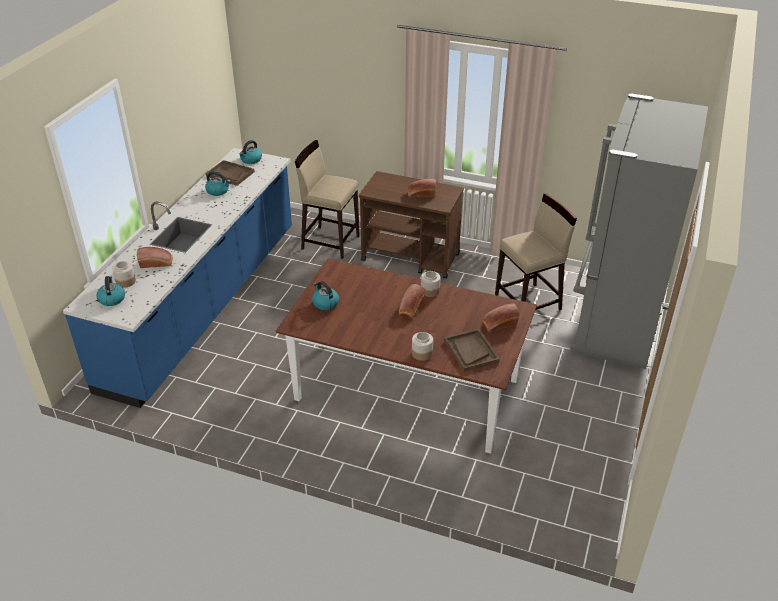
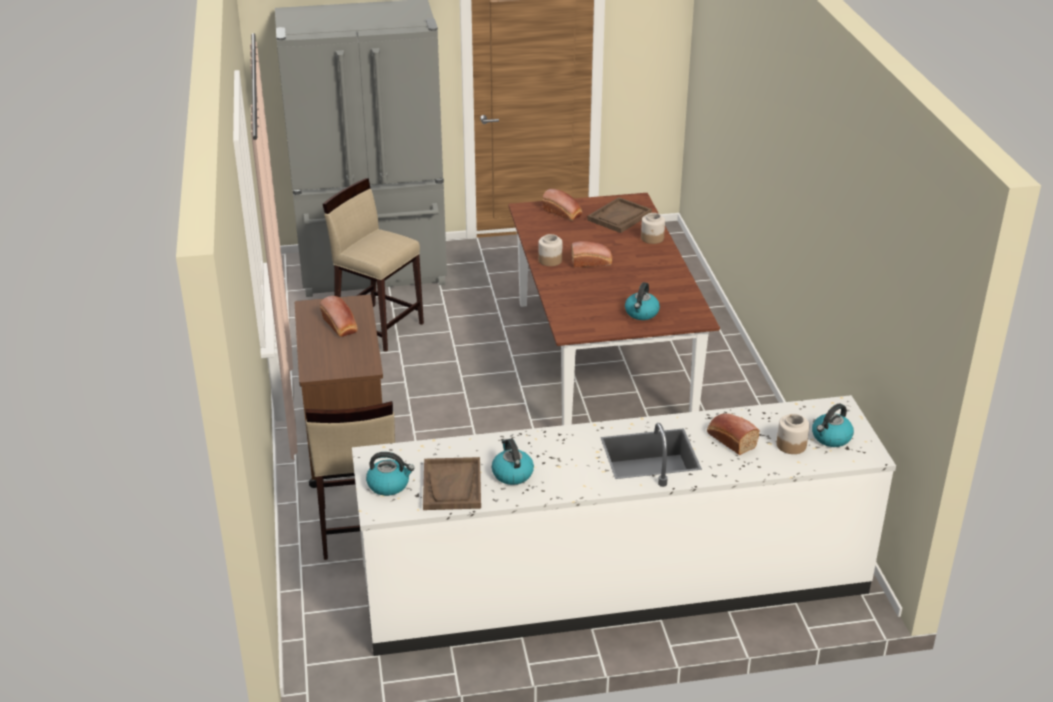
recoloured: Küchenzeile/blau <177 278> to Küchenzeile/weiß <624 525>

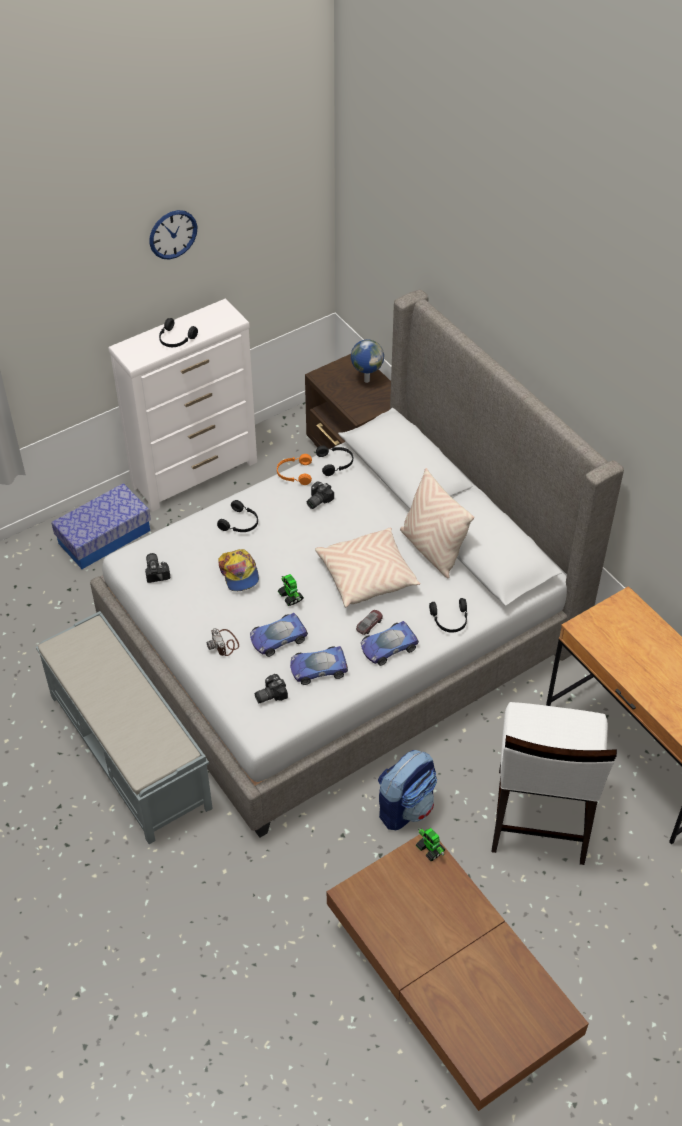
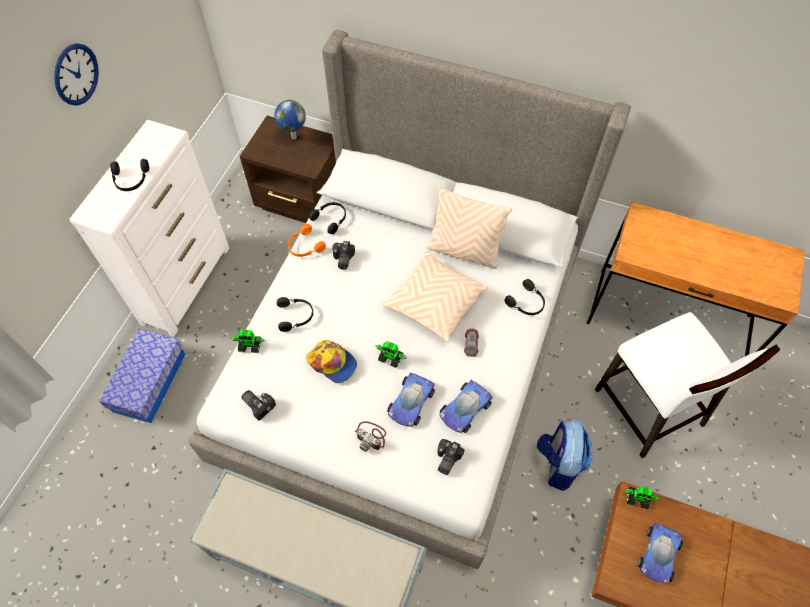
added: Spielzeugroboter <248 341>
moved: Spielzeugauto <390 643> to <660 553>

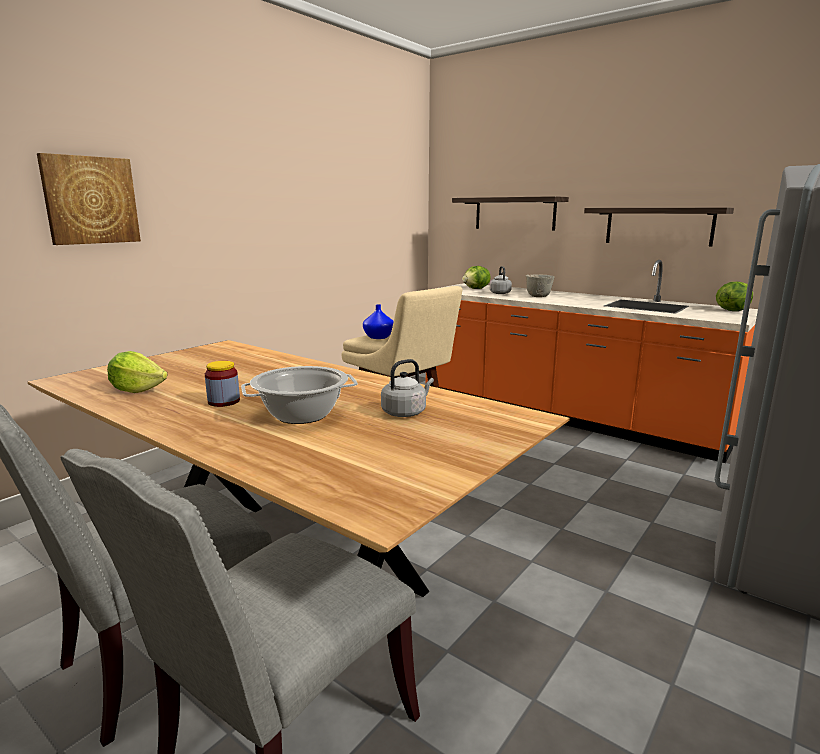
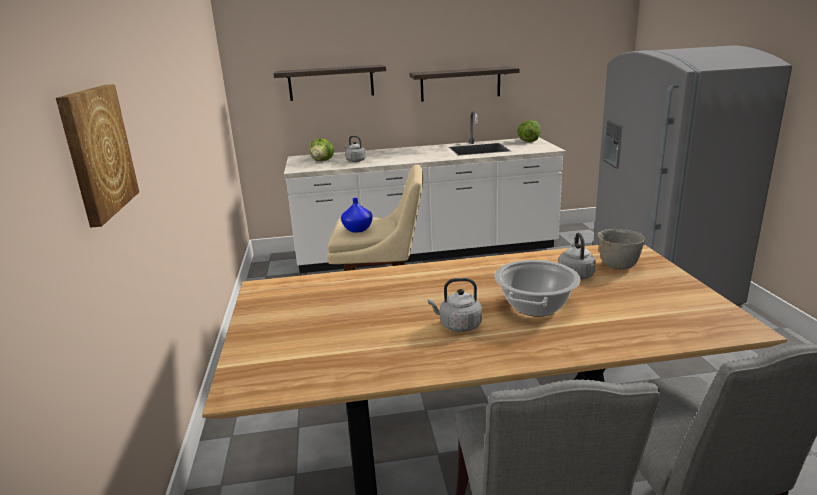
removed: Salatkopf <137 372>
moved: Schüssel/grau <540 285> to <621 249>
replaced: Vorratsglas <222 384> to Wasserkessel/grau <455 305>
recoloured: Küchenzeile/orange <592 361> to Küchenzeile/weiß <425 192>

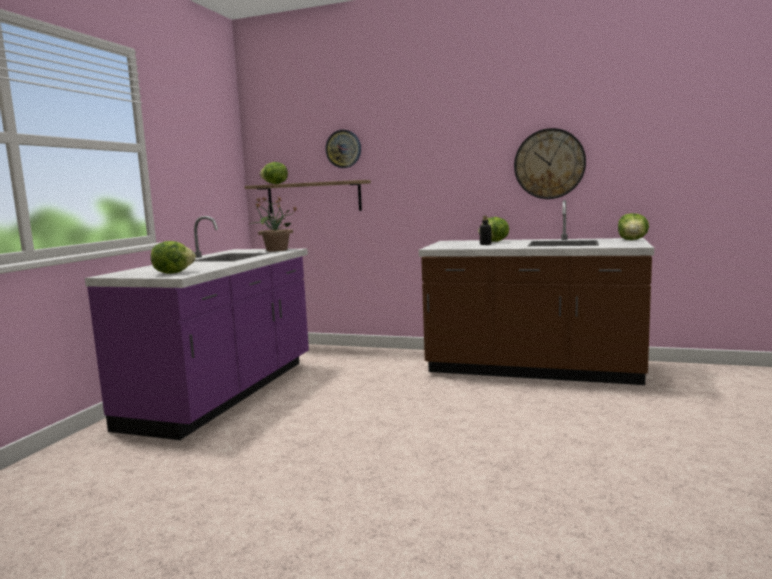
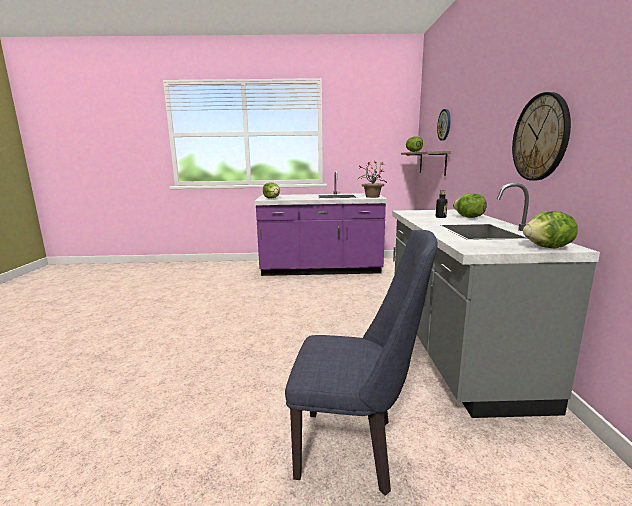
added: Stuhl/blau <361 363>
recoloured: Küchenzeile/braun <536 292> to Küchenzeile/grau <496 300>

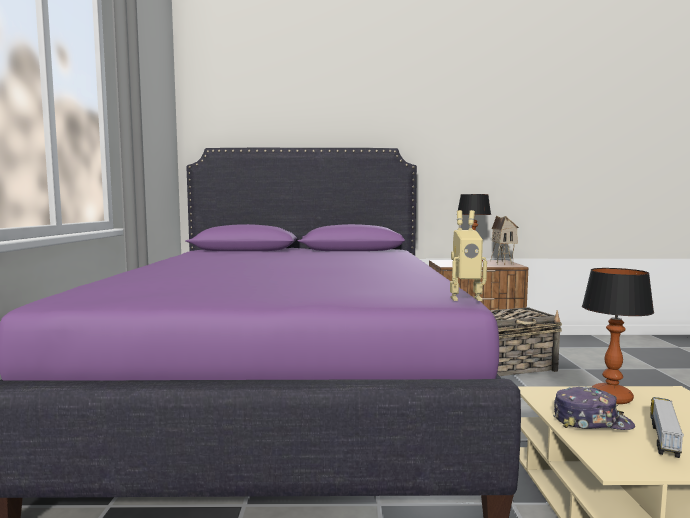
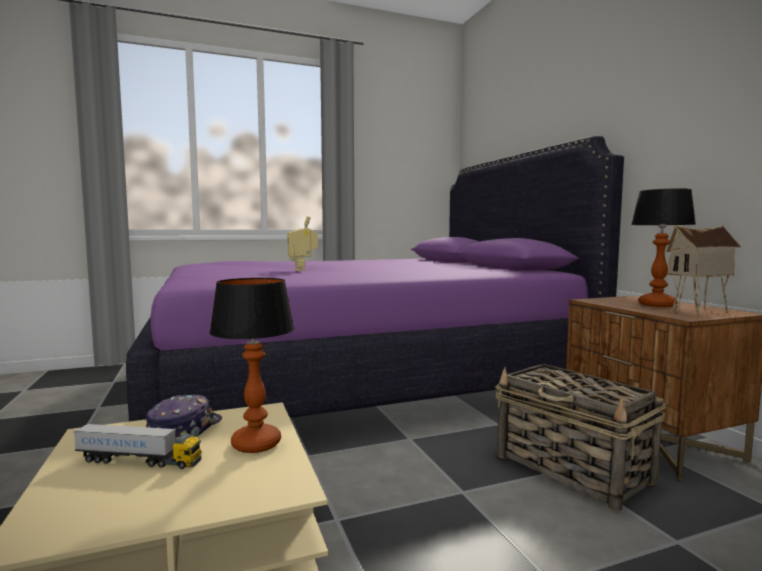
moved: Spielzeugroboter <468 255> to <302 243>
turned: Kappe <594 408> = <184 416> 150 degrees counterclockwise

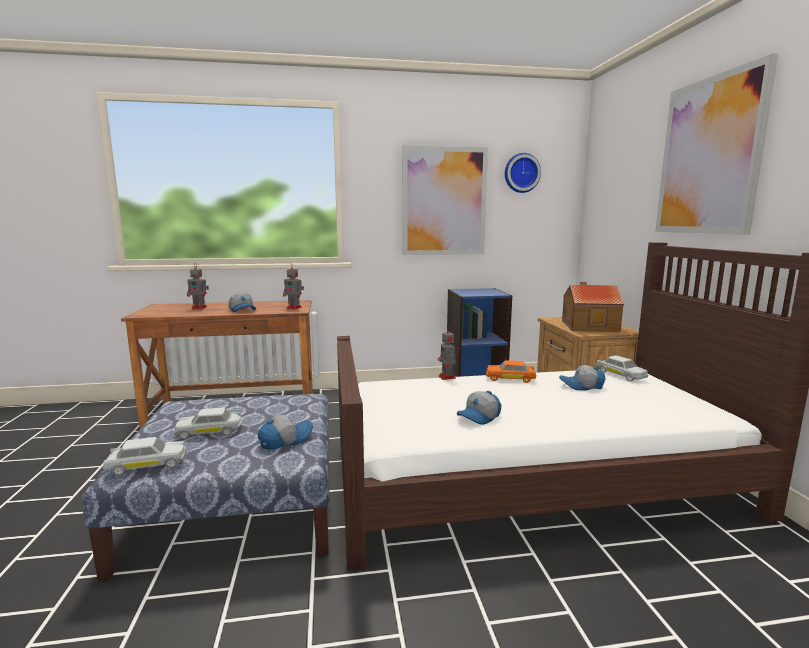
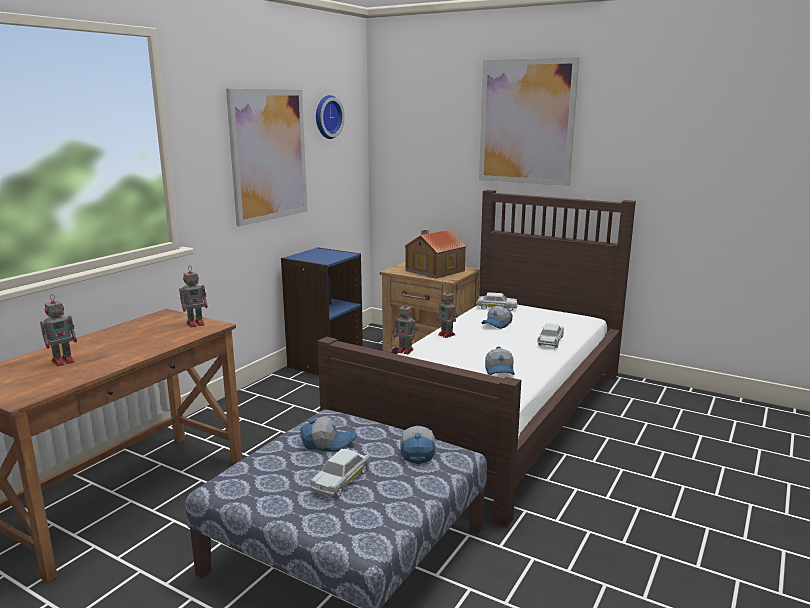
moved: Kappe <242 302> to <328 434>; Spielzeugauto/weiß <144 456> to <550 336>
replaced: Spielzeugauto/orange <511 371> to Spielzeugroboter <447 314>

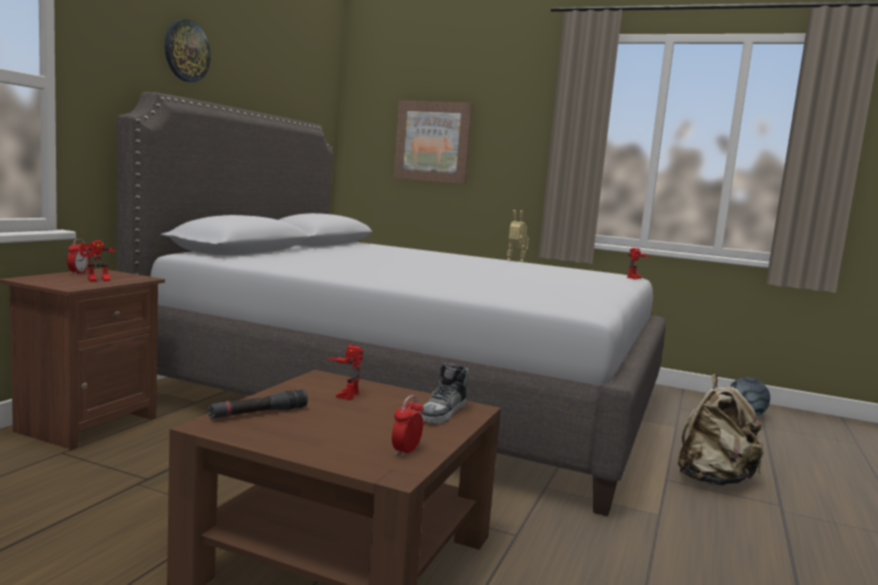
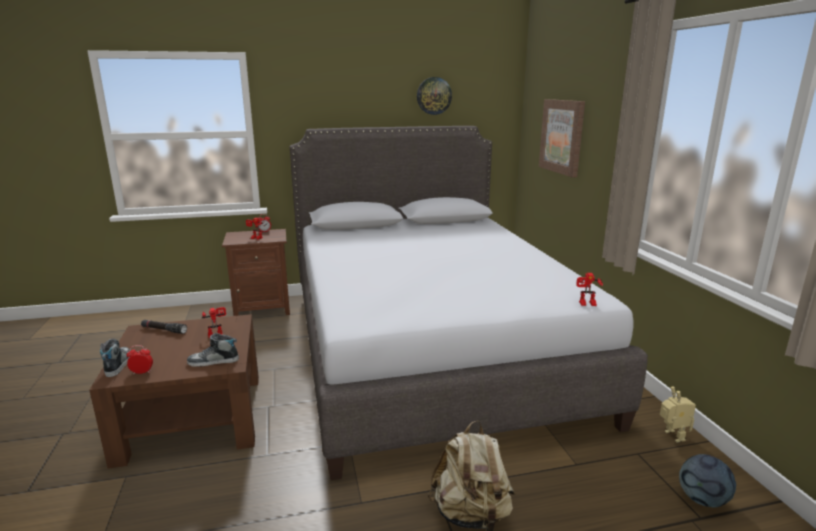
added: Schuh <115 358>
moved: Wanduhr <188 50> to <434 96>; Spielzeugroboter <518 236> to <678 414>

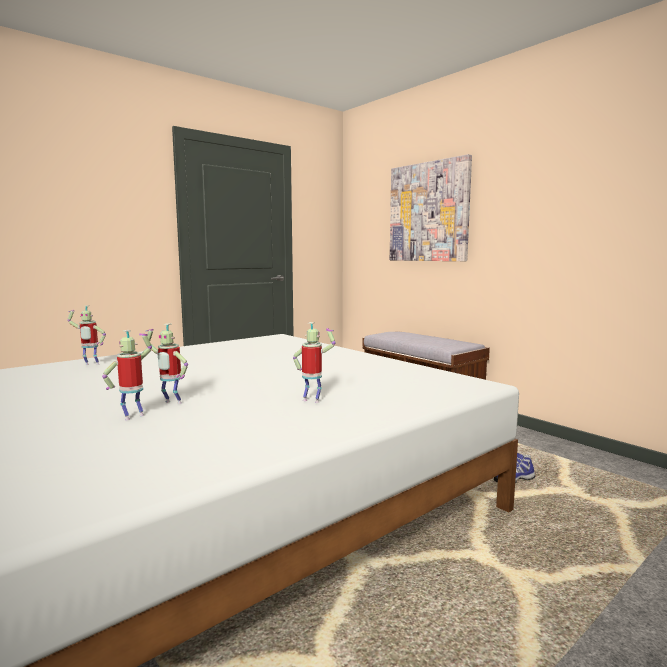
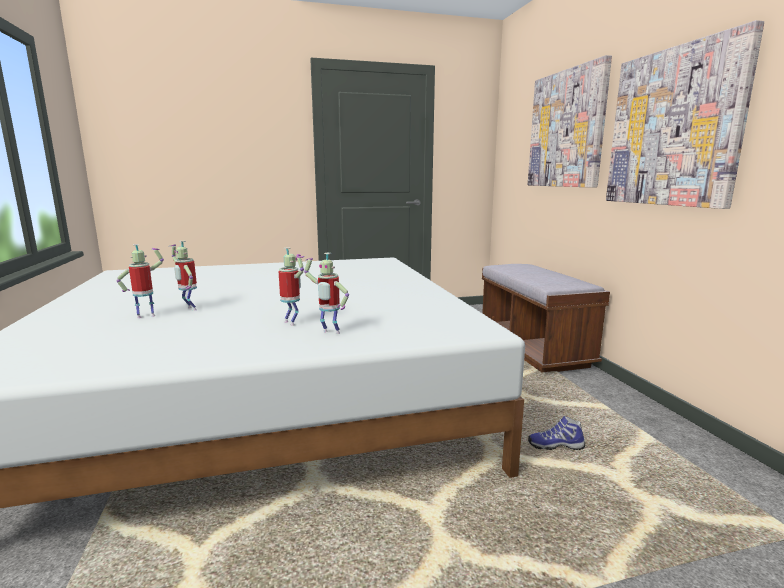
added: Bild <685 114>
moved: Spielzeugroboter <86 335> to <326 293>

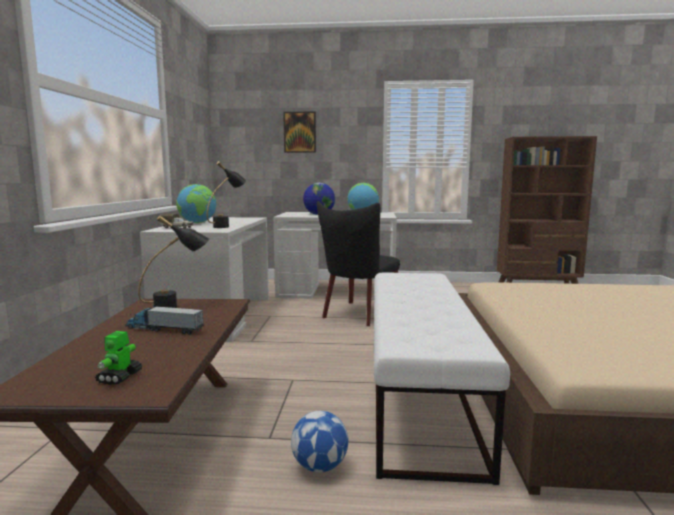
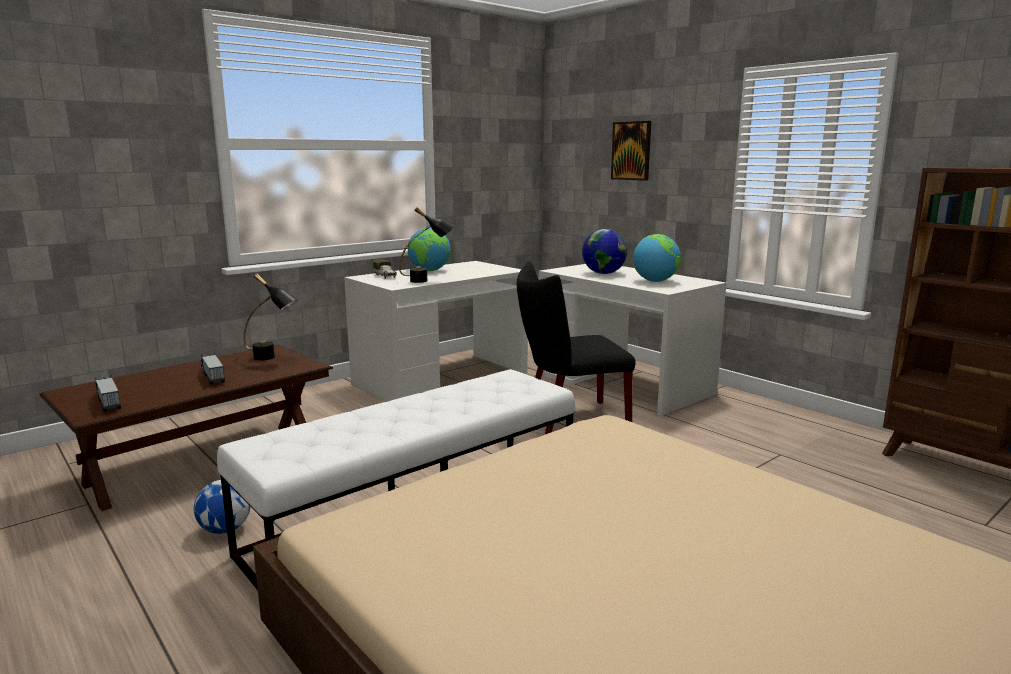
replaced: Spielzeugroboter <119 358> to Spielzeuglaster <108 393>

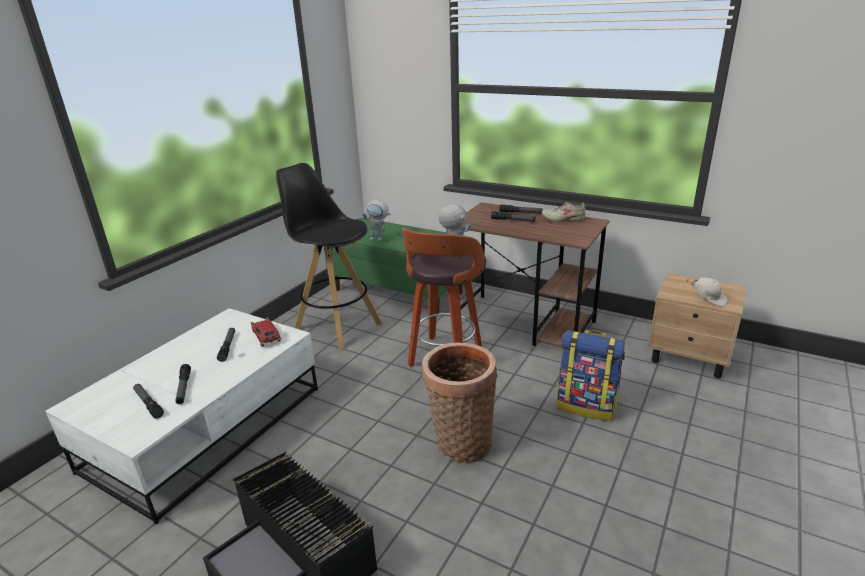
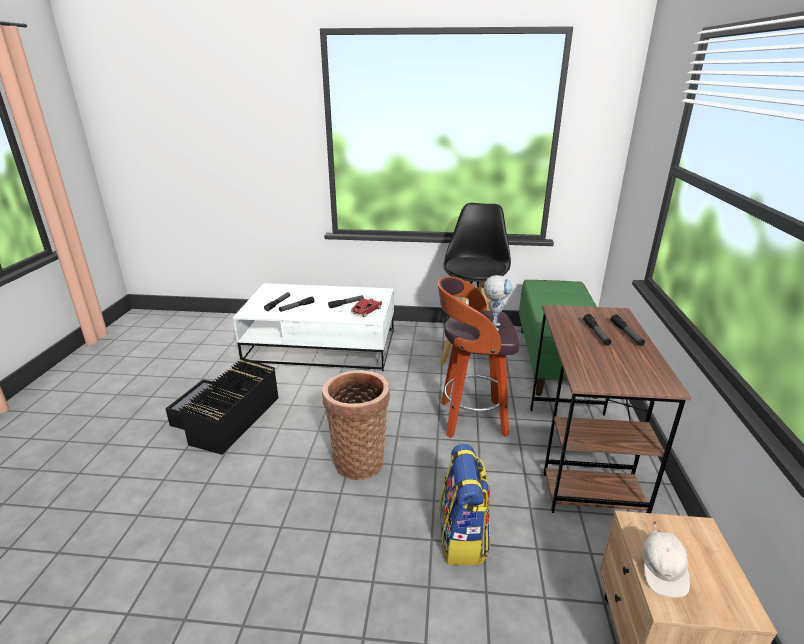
removed: Spielzeugroboter <376 220>; Schuh/beige <563 212>

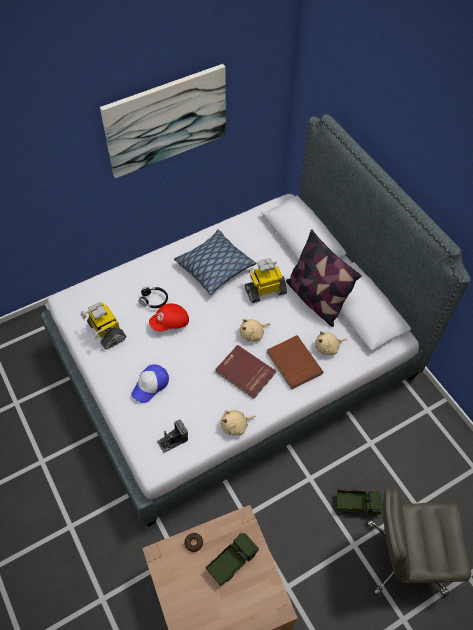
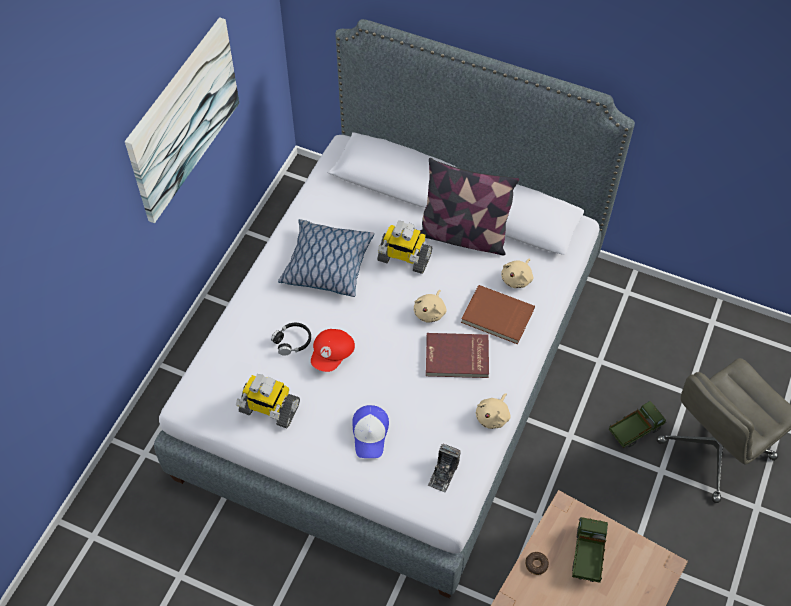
turned: Spielzeugroboter <266 280> = <404 247> 105 degrees counterclockwise

